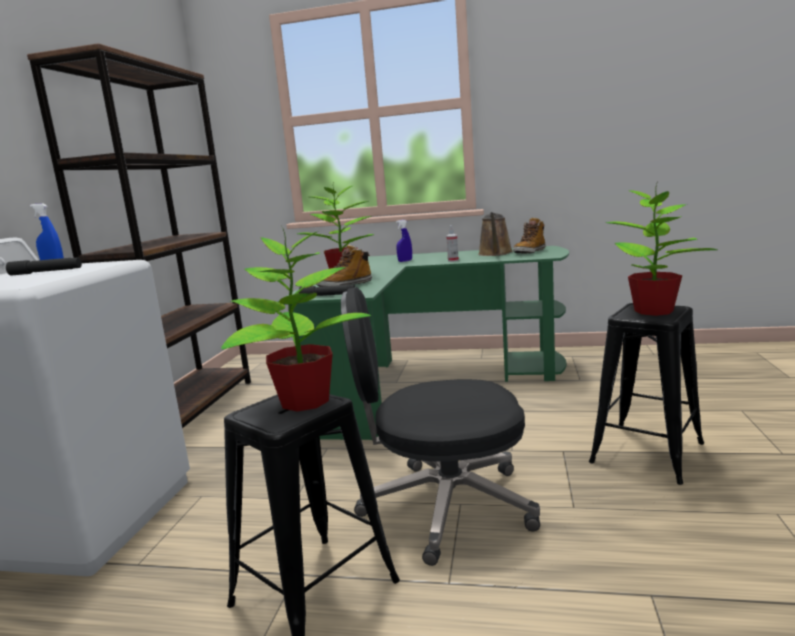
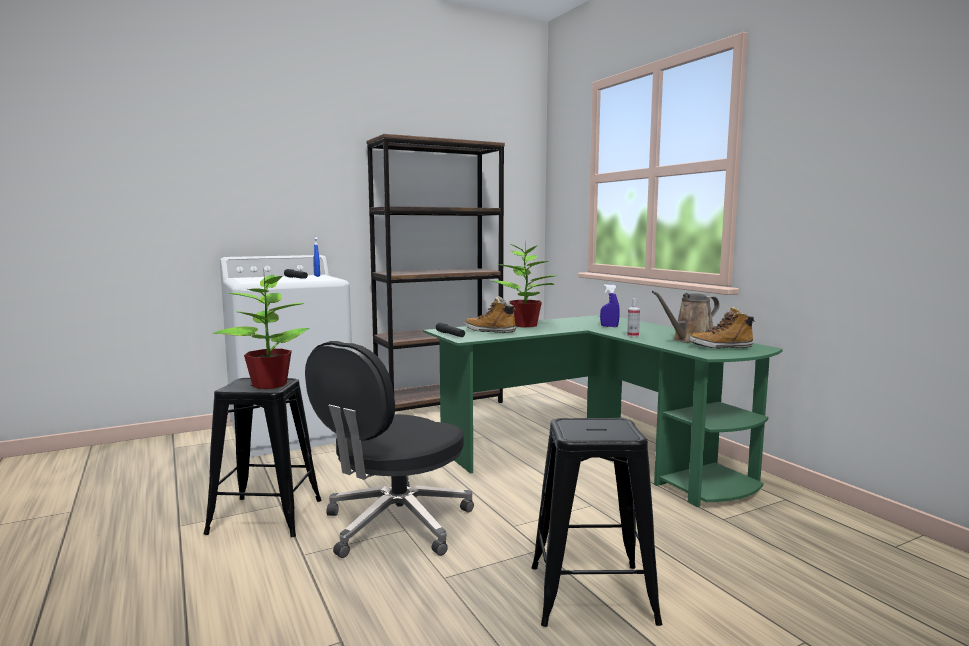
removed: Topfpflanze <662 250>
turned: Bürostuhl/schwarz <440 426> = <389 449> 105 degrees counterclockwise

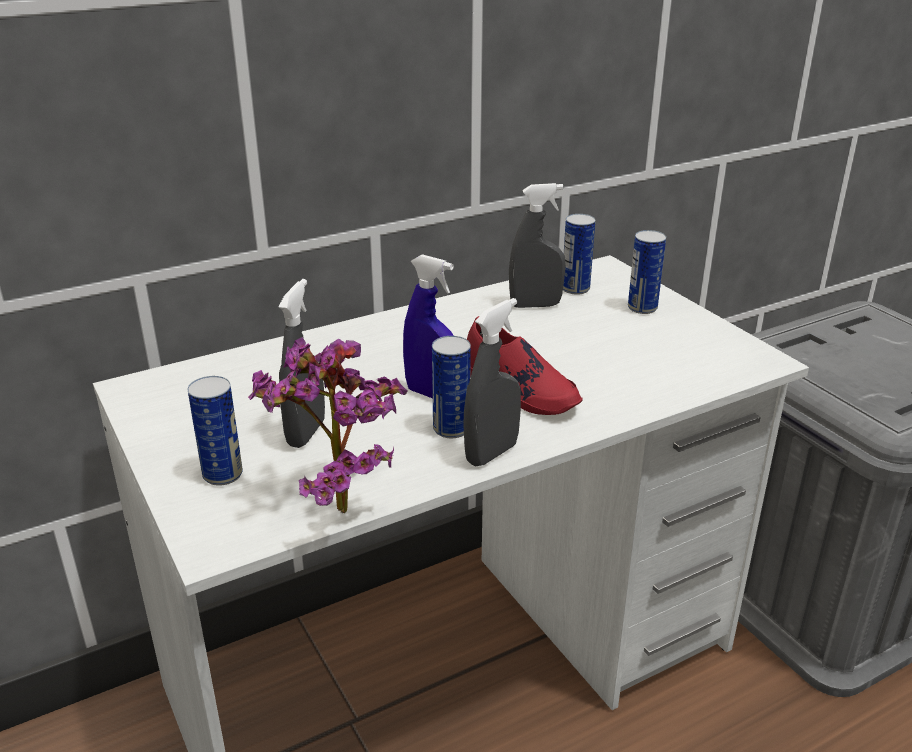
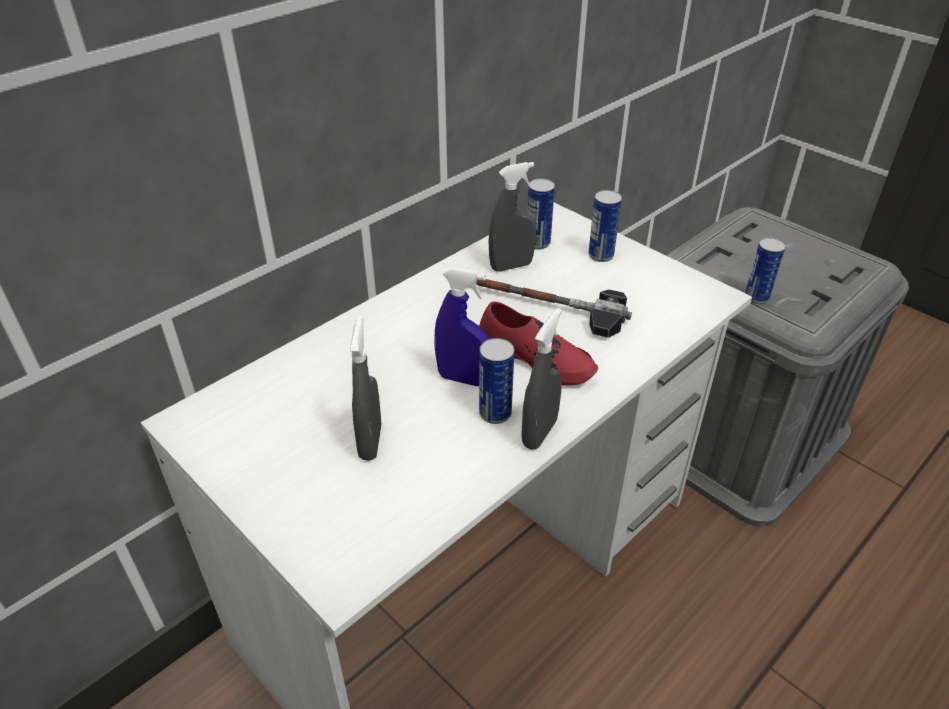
removed: Topfpflanze <327 425>
added: Hammer <554 308>
moved: Dose <215 431> to <765 271>

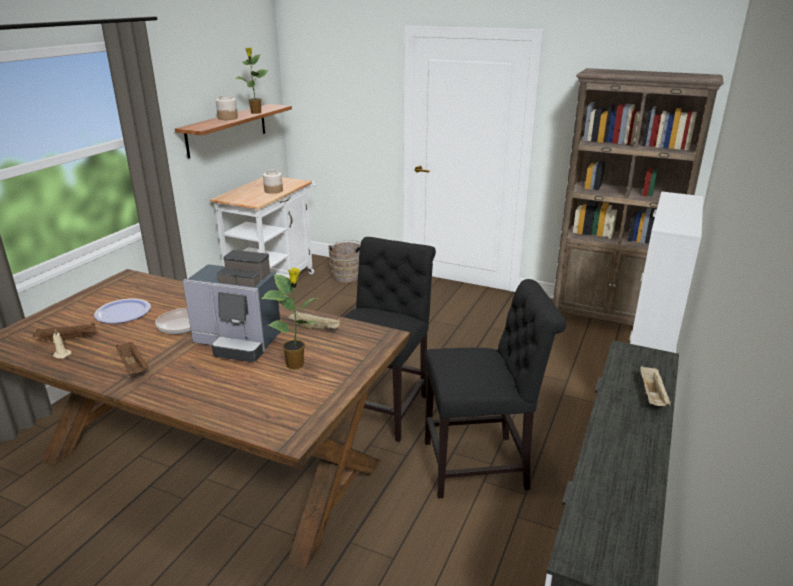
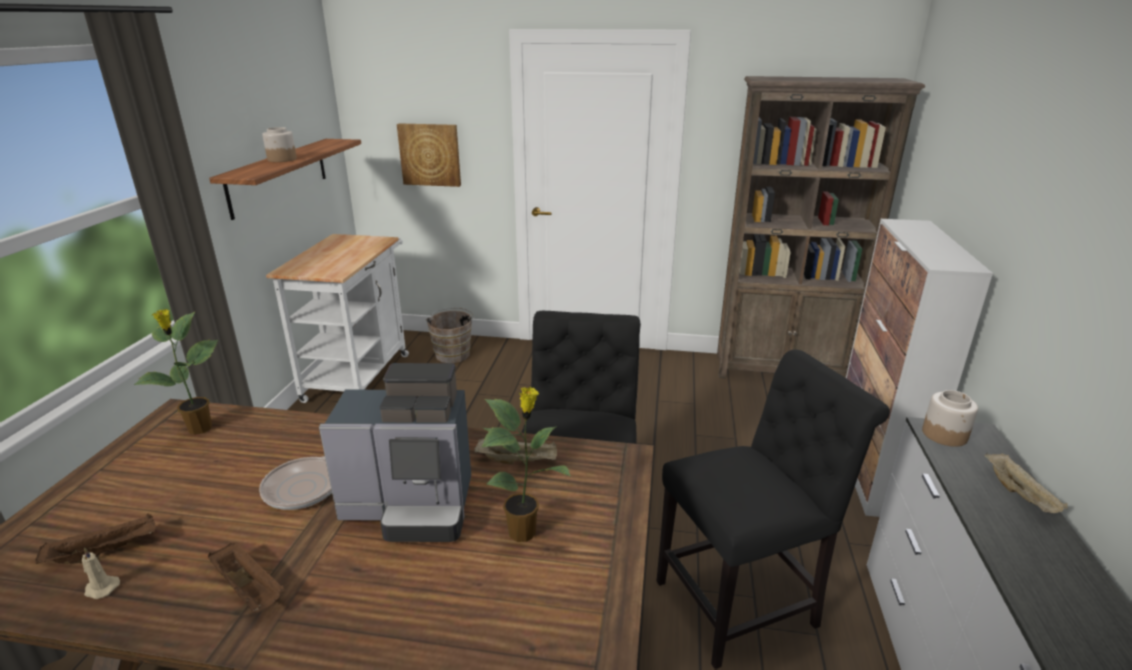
removed: Teller <122 311>
added: Bild <429 155>
moved: Topfpflanze <251 80> to <176 372>; Vorratsglas <273 182> to <950 418>

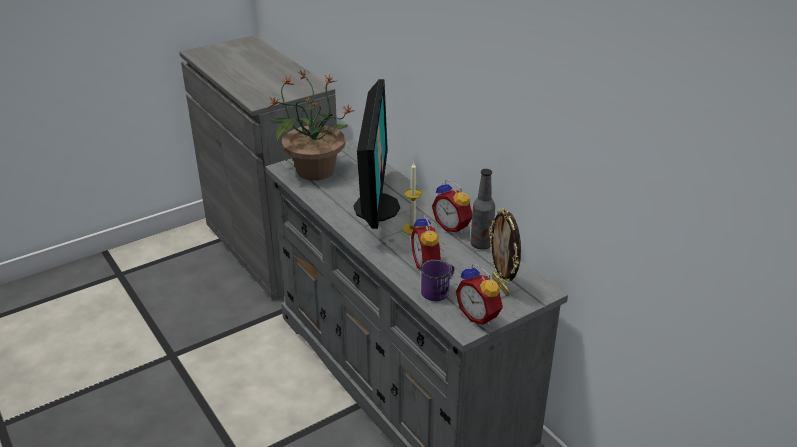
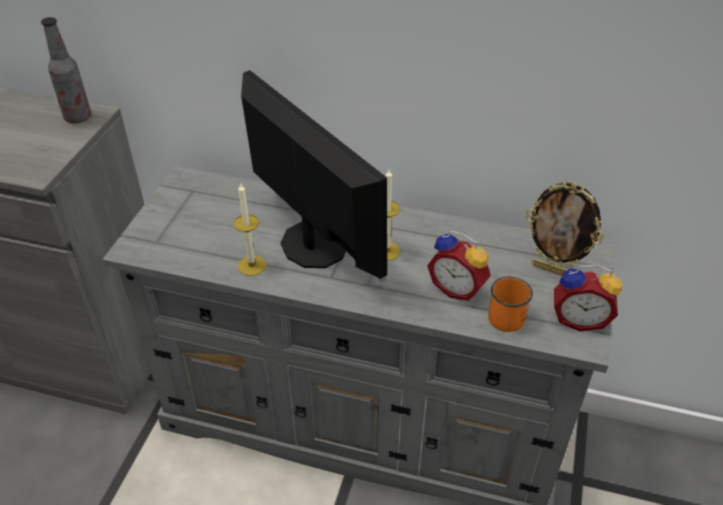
removed: Topfpflanze <311 126>; Wecker <452 207>
added: Kerze <250 229>
moved: Flasche <482 209> to <66 70>
recoloured: Henkelbecher/lila <437 280> to Henkelbecher/orange <510 304>

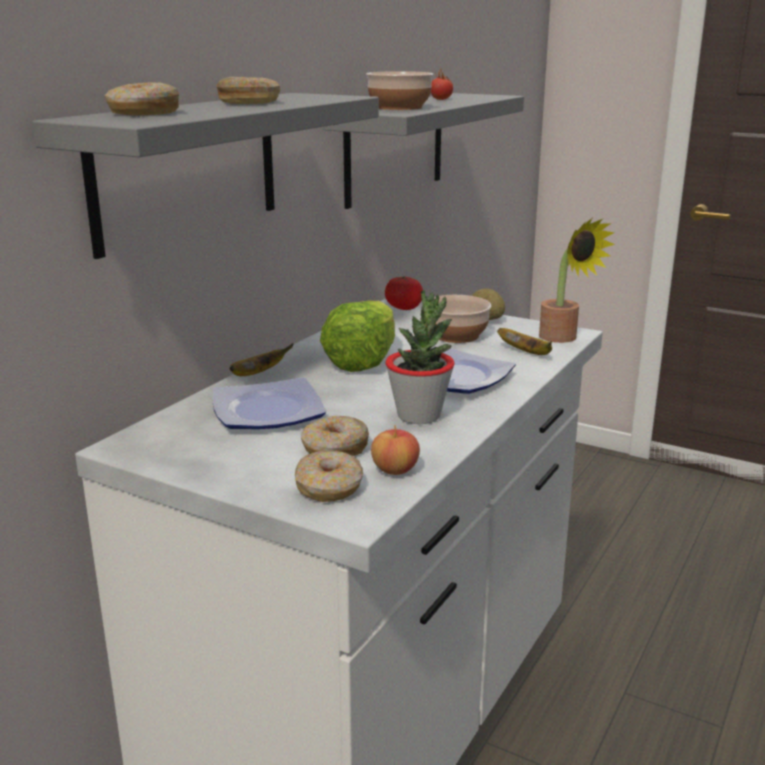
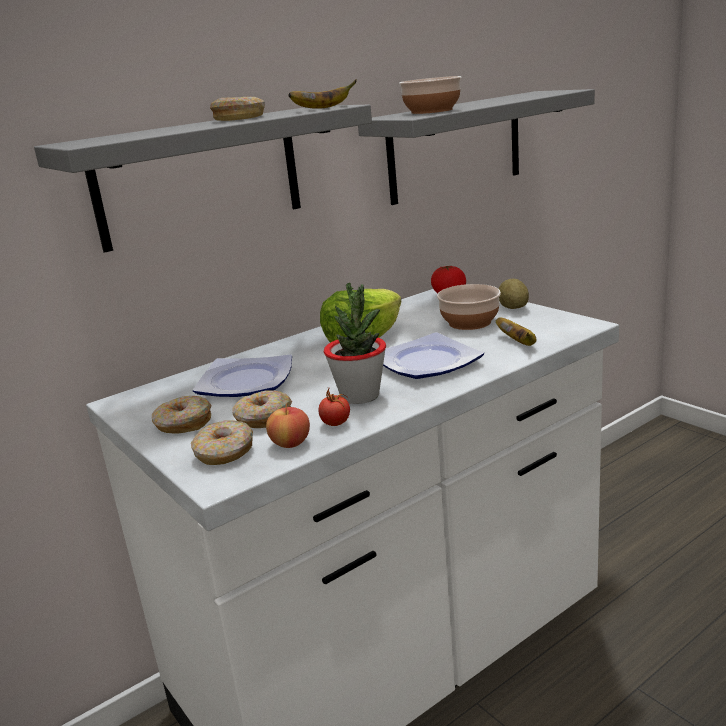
removed: Topfpflanze <577 280>
moved: Donut <142 98> to <182 415>; Banane <262 359> to <322 94>; Tomate <442 84> to <334 407>

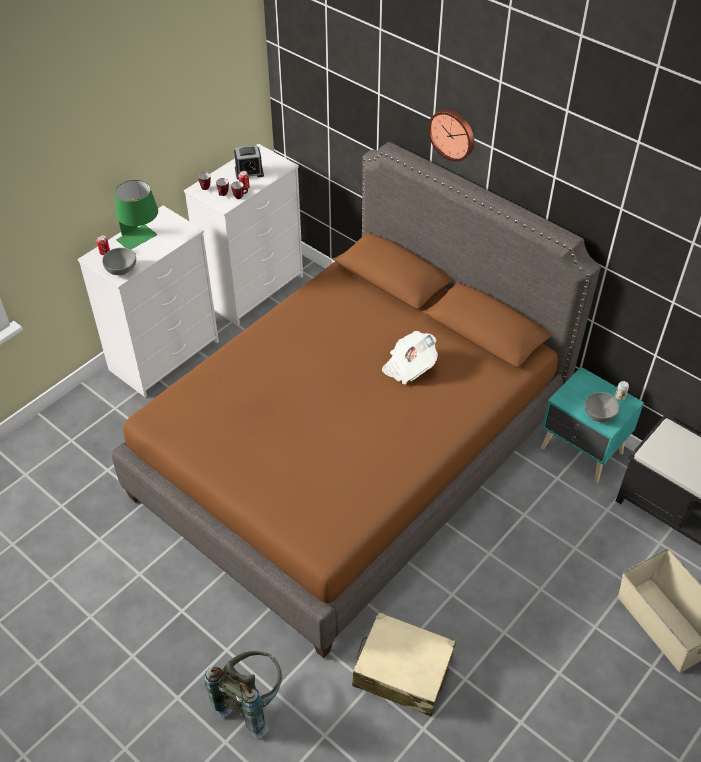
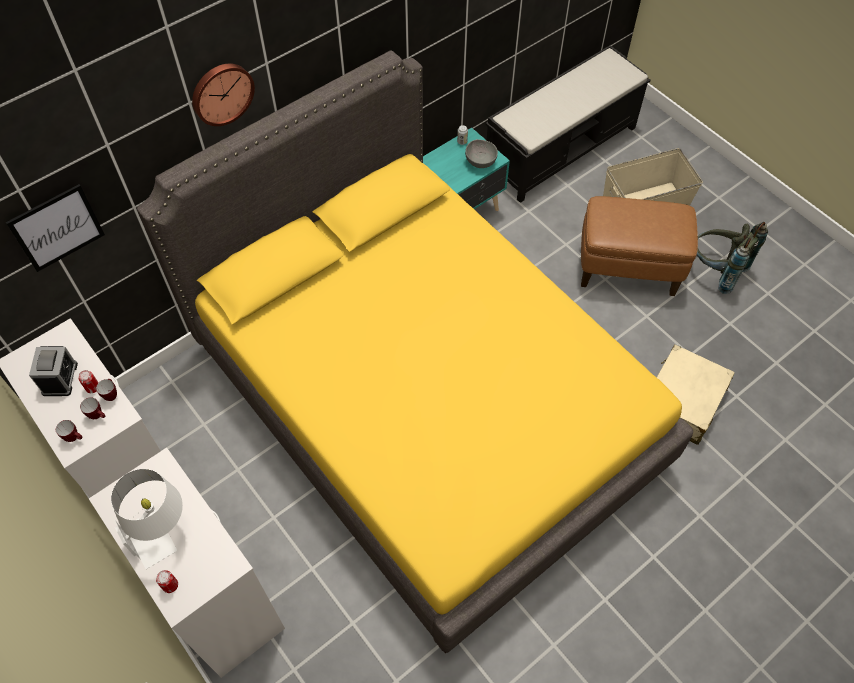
removed: Schüssel/grau <119 261>; Zeitung <410 357>
added: Bild <55 228>; Polsterhocker/braun <639 246>
moved: Rucksack/grau <243 694> to <732 258>
recoloured: Tischlampe/grün <136 214> to Tischlampe/weiß <147 519>; Bett/braun <356 400> to Bett/gelb <415 351>

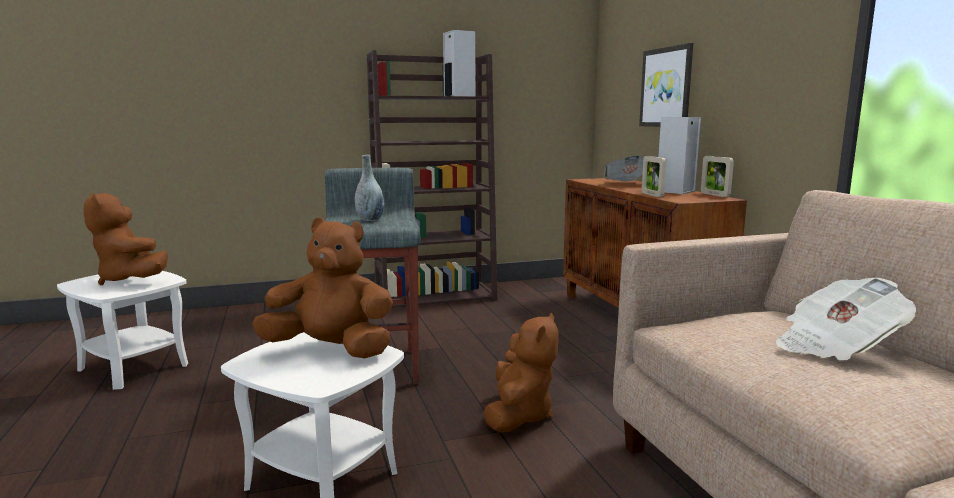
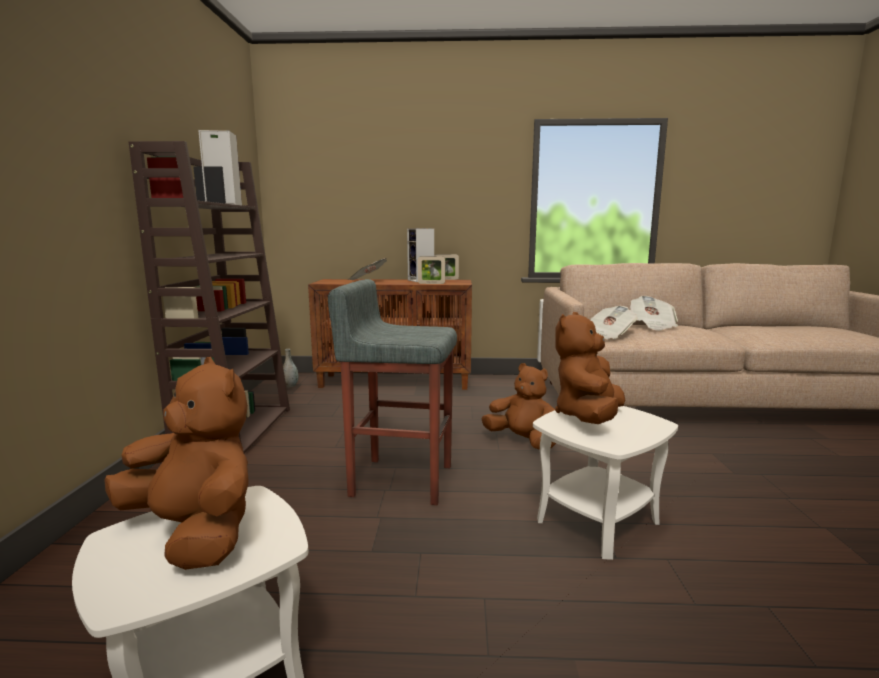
removed: Bild <666 85>
added: Zeitung <613 322>
moved: Vase/grau <369 188> to <291 368>
turned: Plüschtier/braun <126 239> = <176 463> 120 degrees counterclockwise

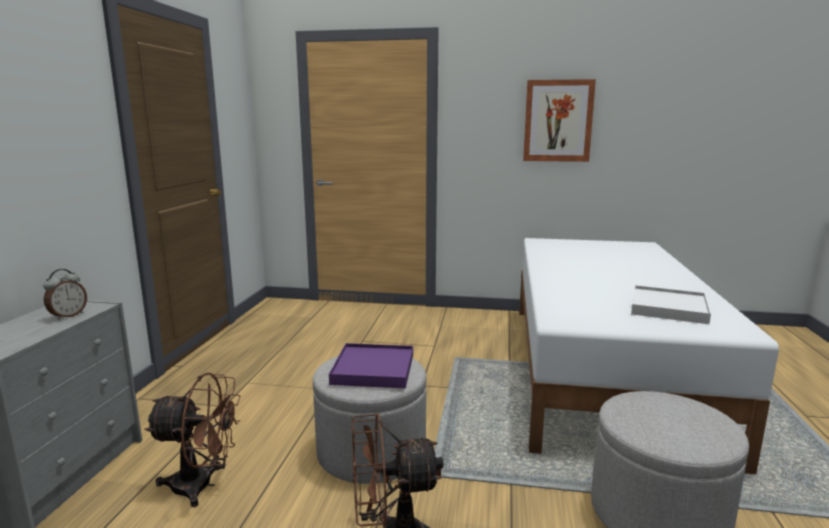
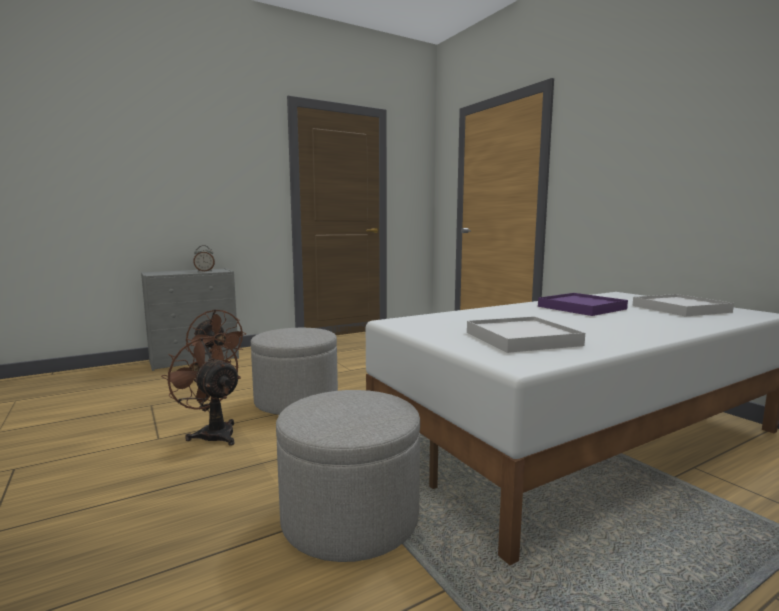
removed: Bild <559 120>
added: Tablett/weiß <683 305>
moved: Tablett/lila <371 365> to <583 304>

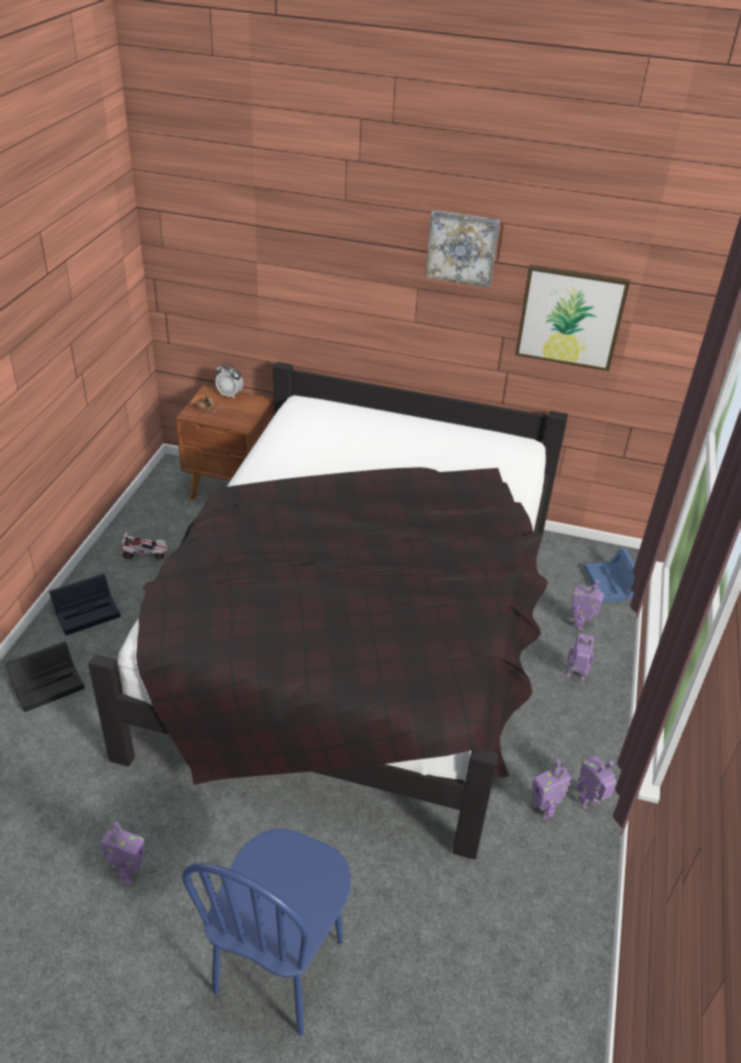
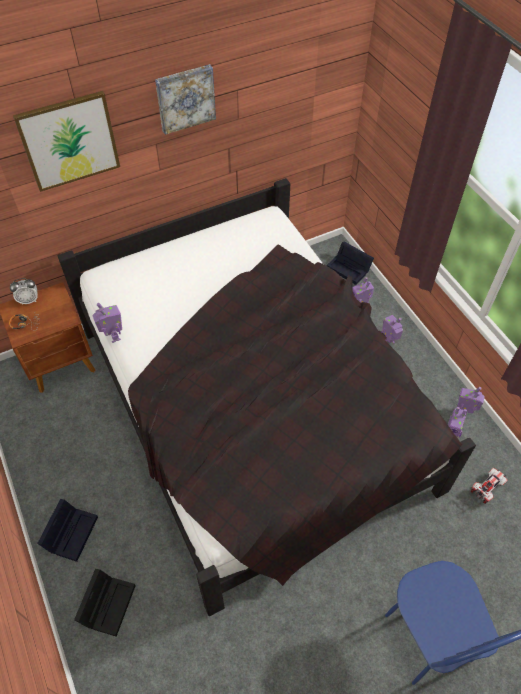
moved: Bild <572 318> to <66 141>; Spielzeugroboter <122 852> to <107 323>; Spielzeugauto <143 545> to <489 486>
recoloured: Aufbewahrungsbox/blau <609 575> to Aufbewahrungsbox/schwarz <350 263>

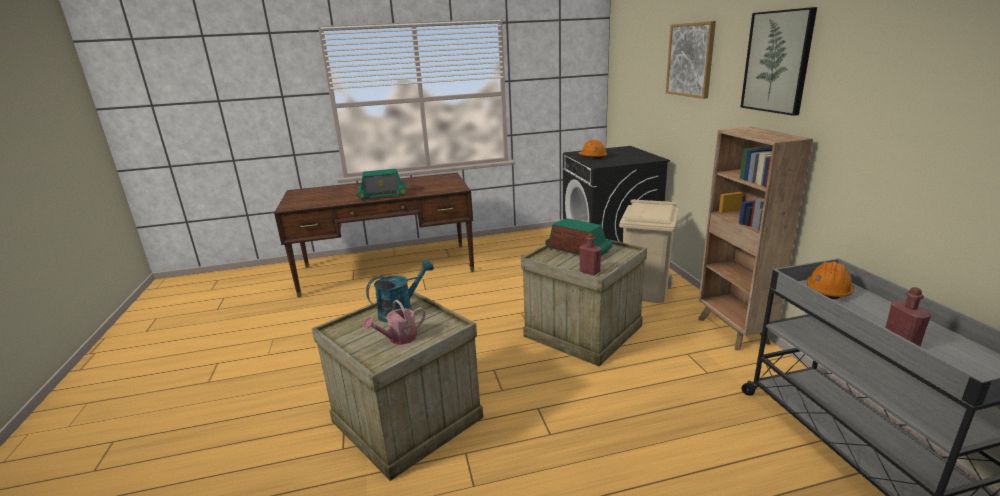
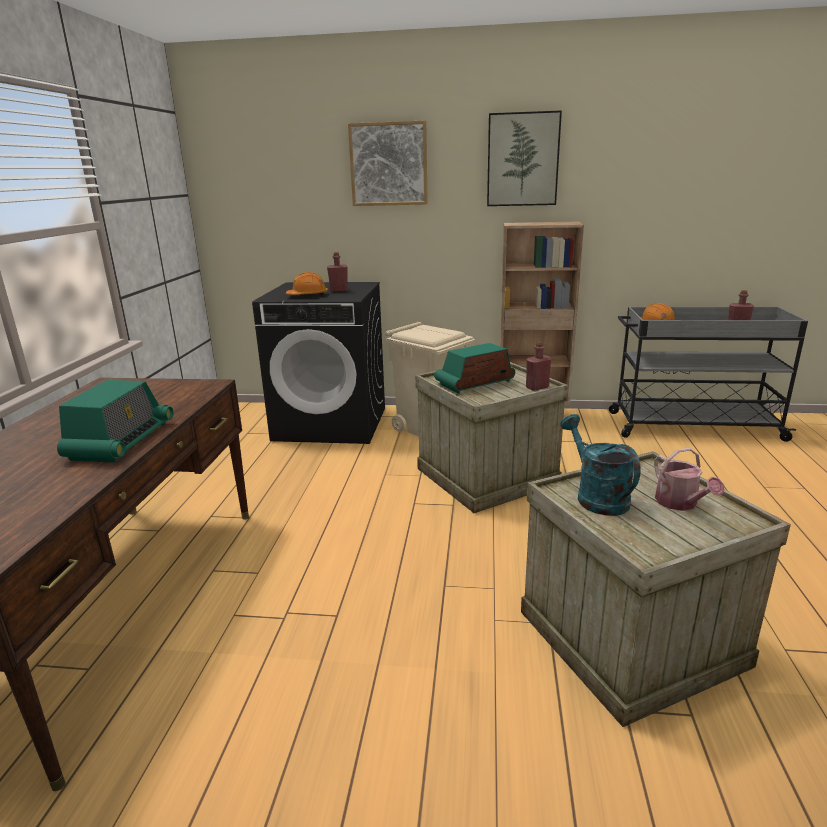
added: Flasche/rot <337 272>

